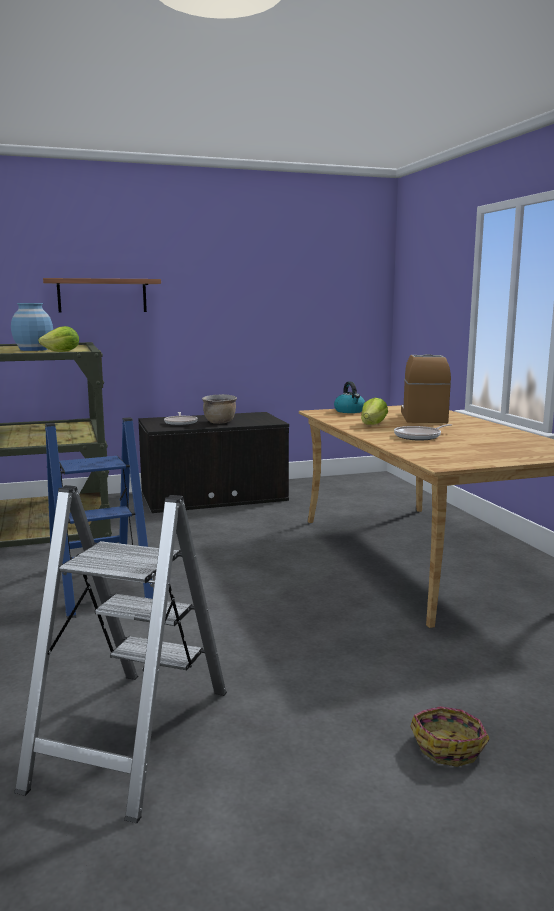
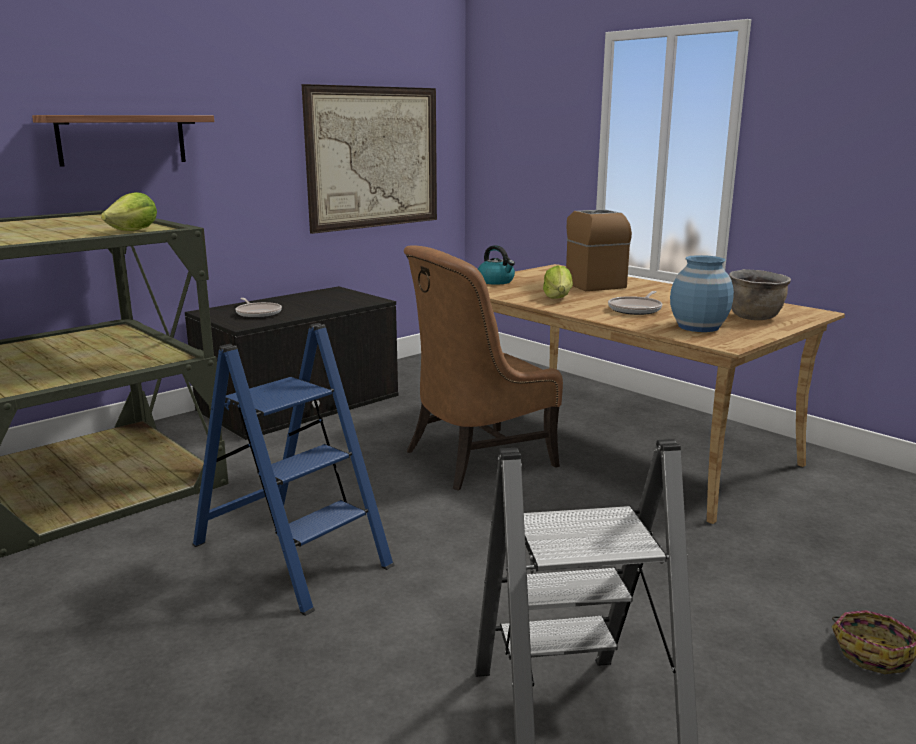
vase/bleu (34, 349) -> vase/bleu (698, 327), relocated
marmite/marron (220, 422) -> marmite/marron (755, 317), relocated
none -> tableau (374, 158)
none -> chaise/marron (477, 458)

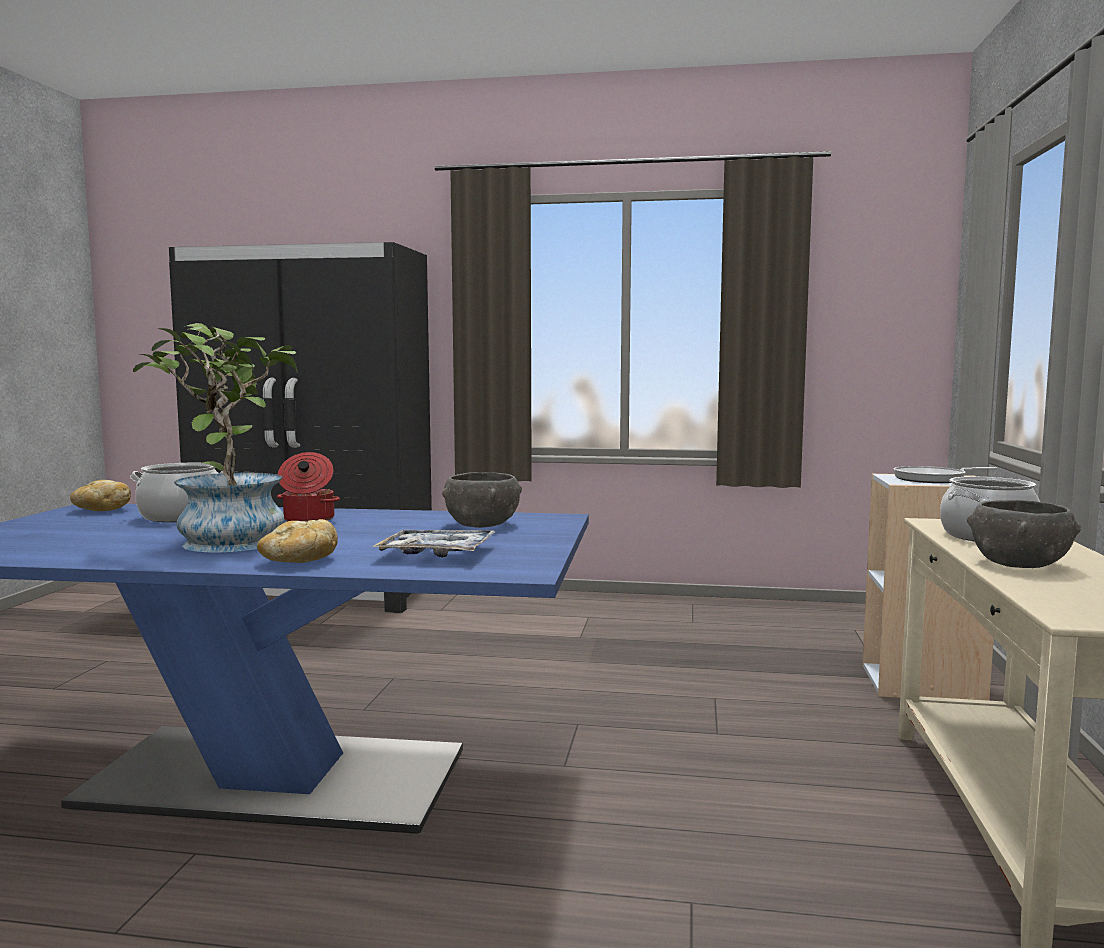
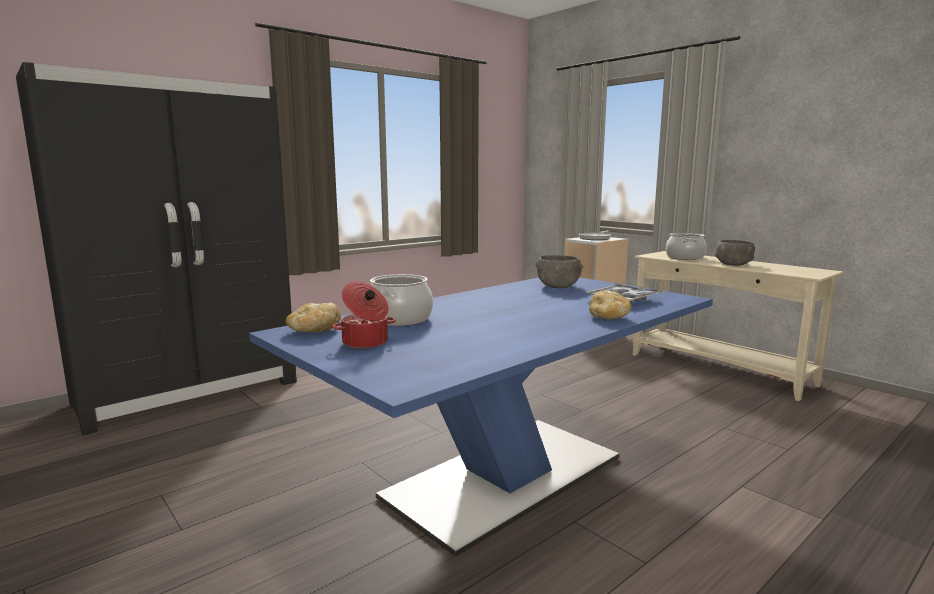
plante en pot (229, 539) -> none
marmite (308, 520) -> marmite (365, 343), relocated

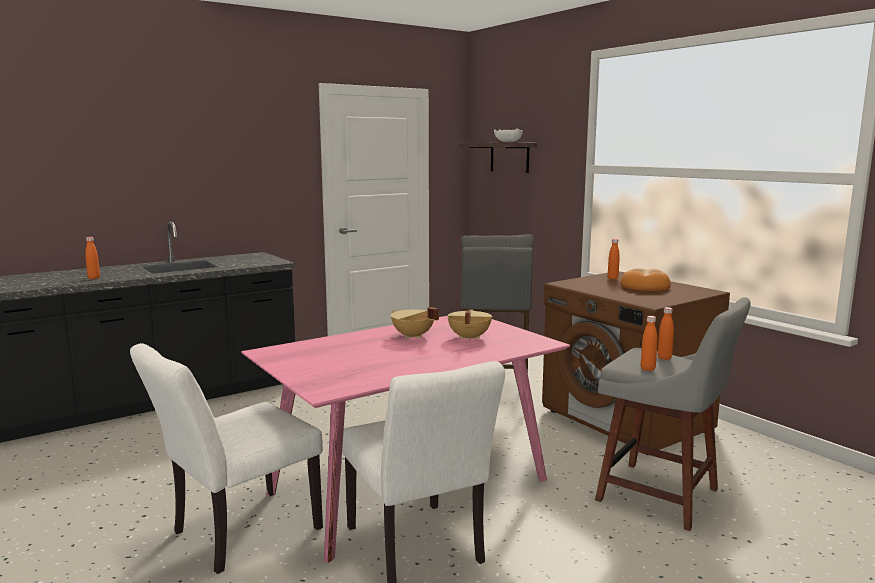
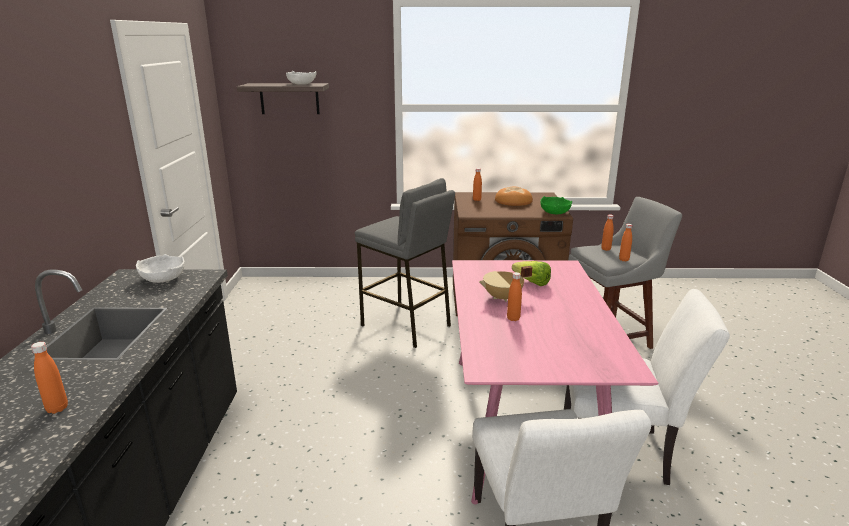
marmite/beige (468, 338) -> laitue (529, 281)
none -> bol/vert (555, 212)
none -> bol/blanc (163, 279)
none -> bouteille/orange (513, 318)

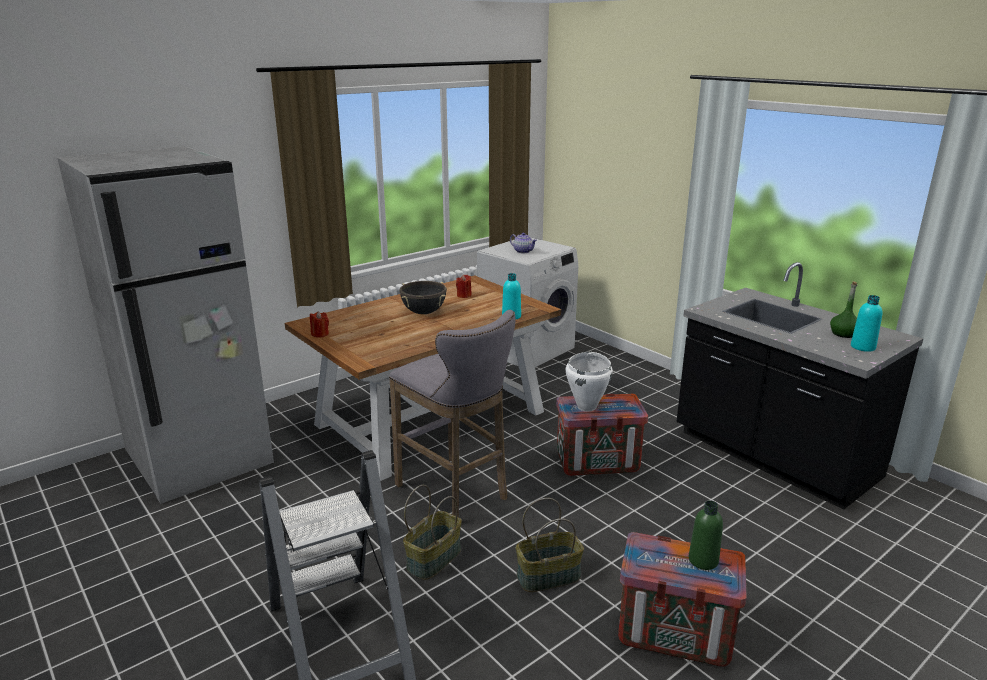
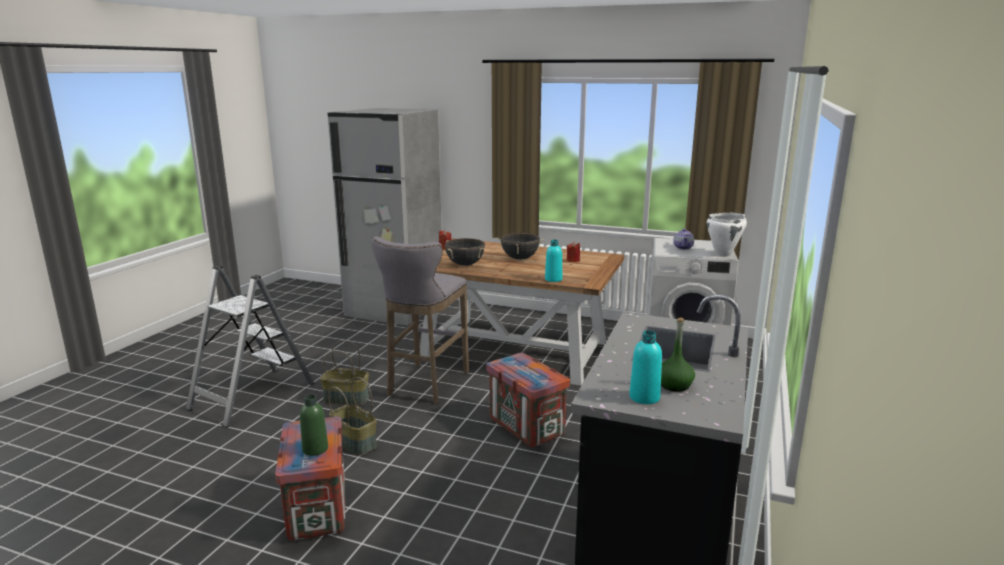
marmite/blanc (587, 407) -> marmite/blanc (723, 254), relocated
none -> marmite/noir (465, 264)

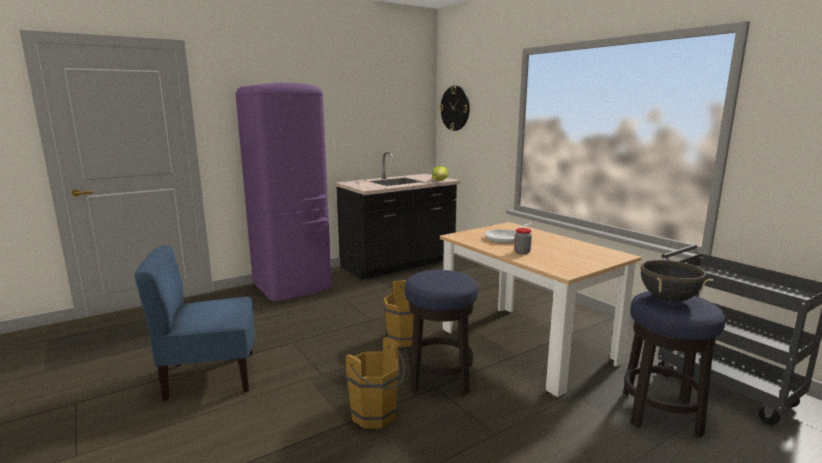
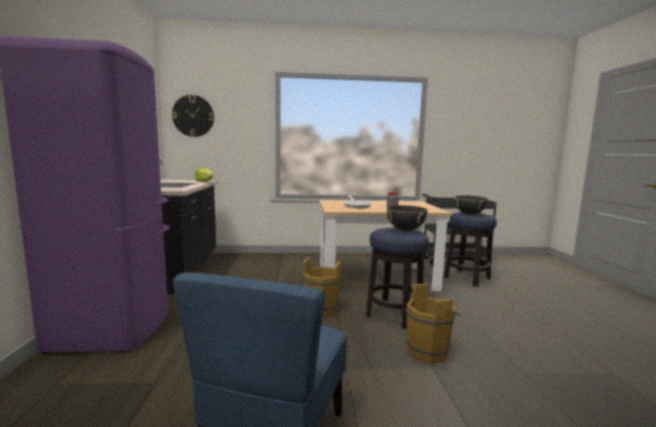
none -> marmite/noir (405, 230)

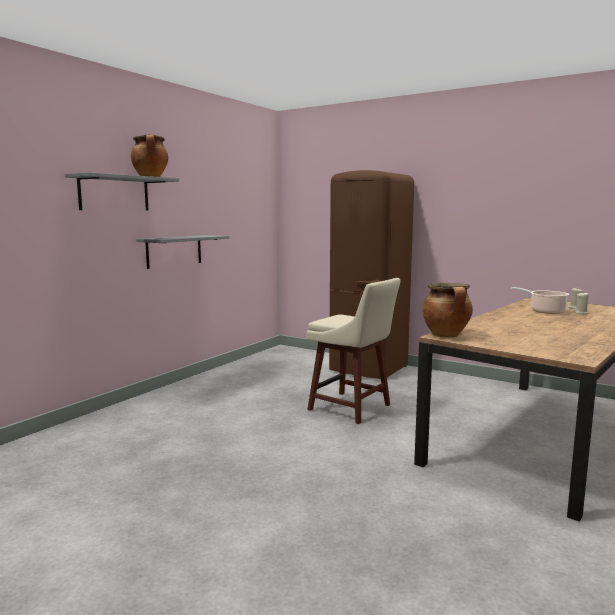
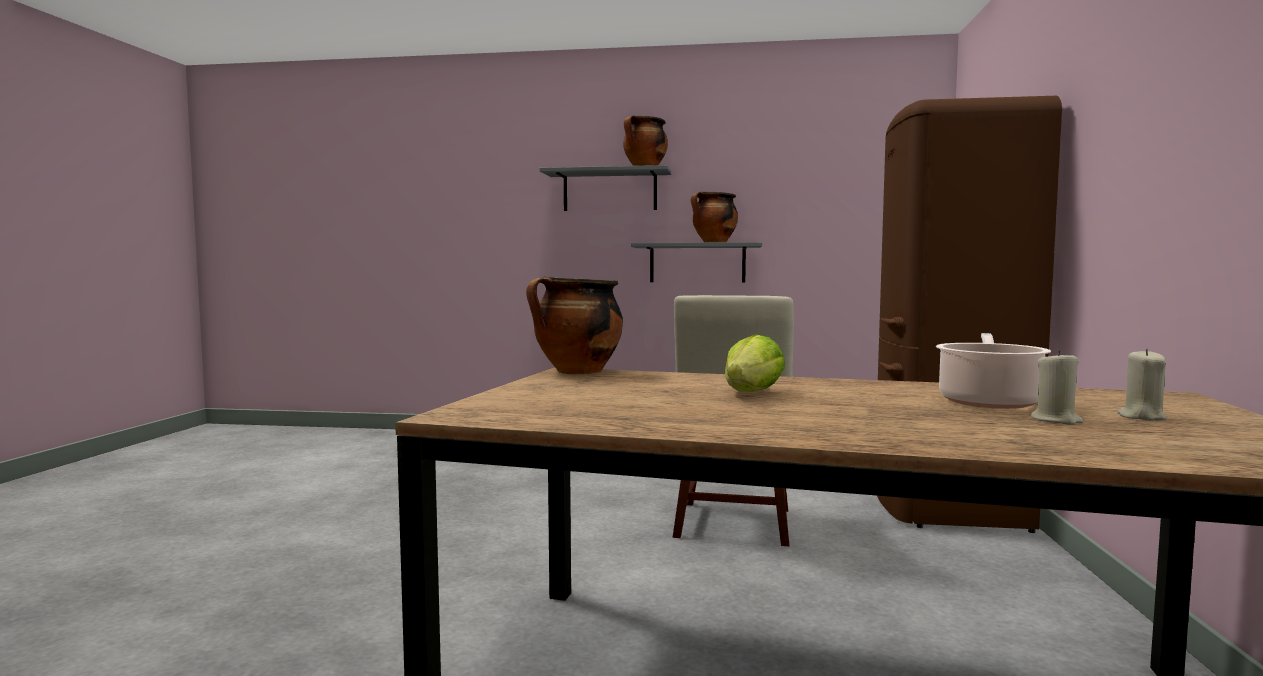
none -> marmite (714, 242)
none -> laitue (752, 393)

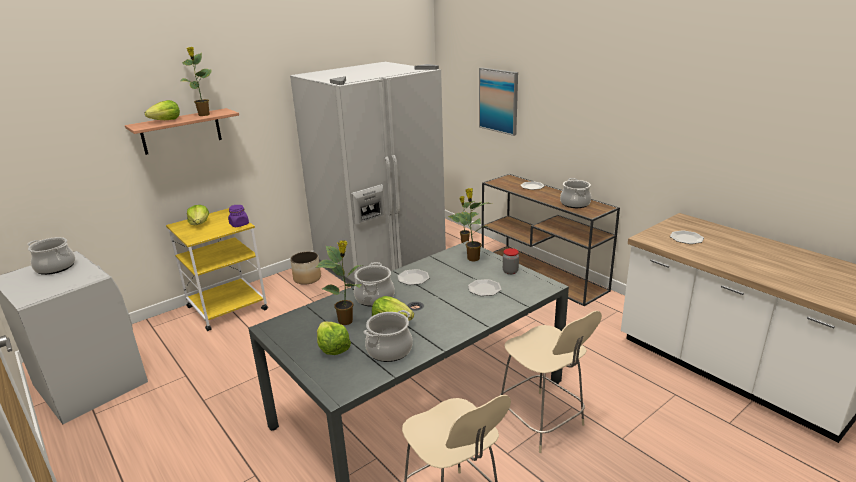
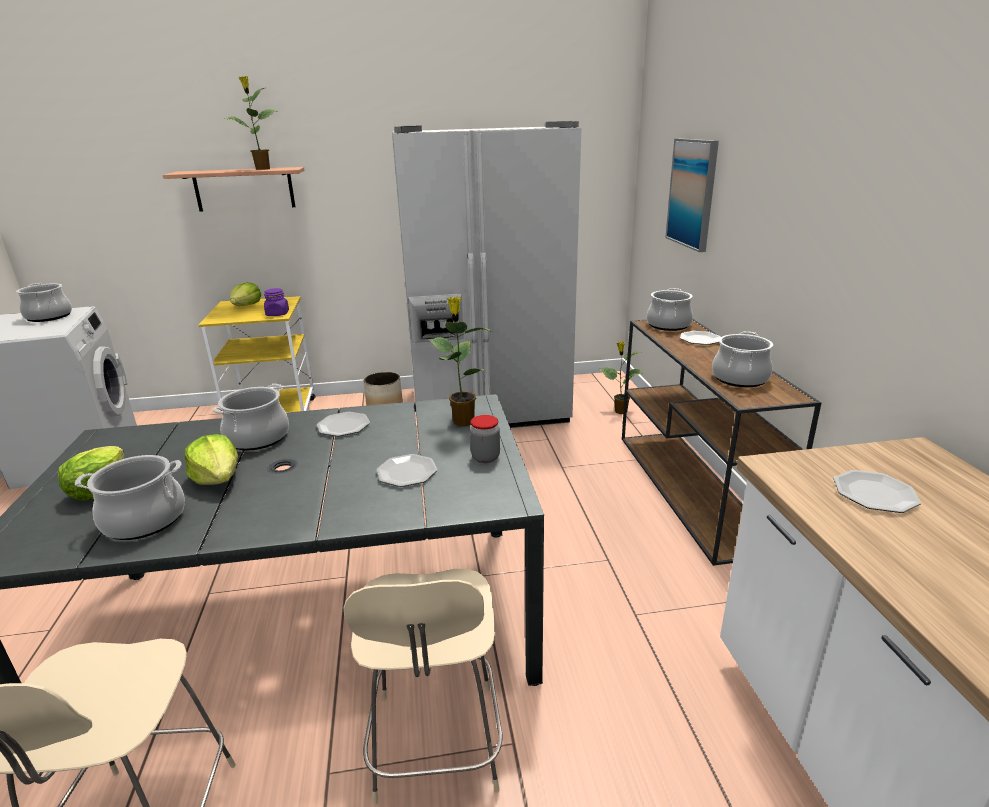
laitue (166, 121) -> none
plante en pot (346, 321) -> none
none -> marmite (668, 325)

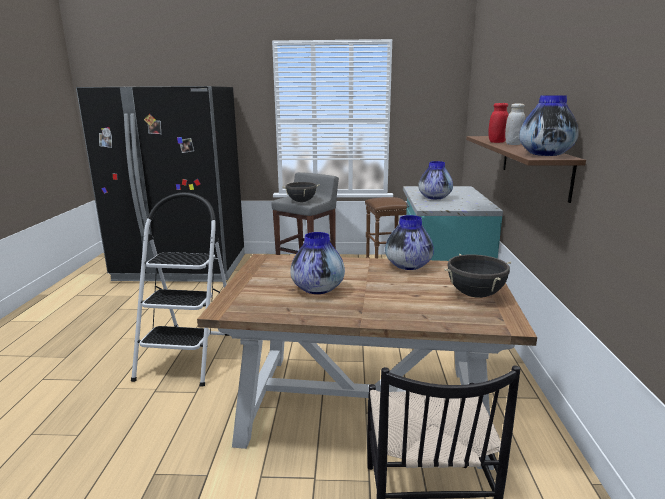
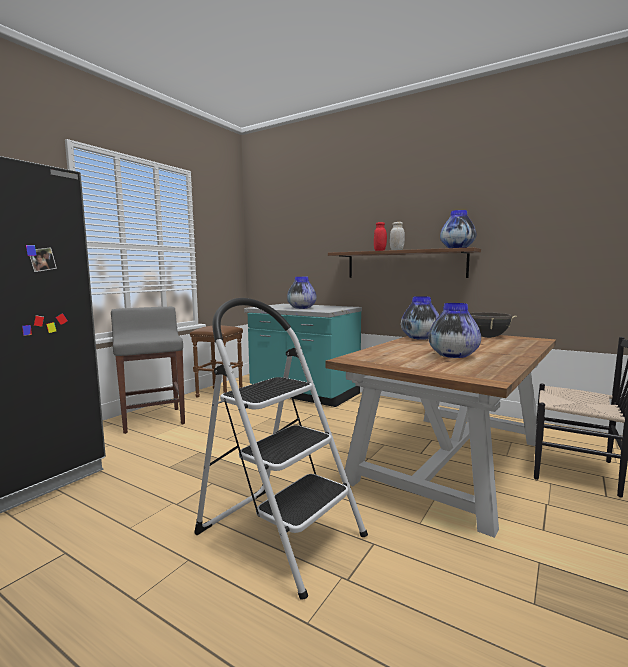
marmite/noir (301, 201) -> none

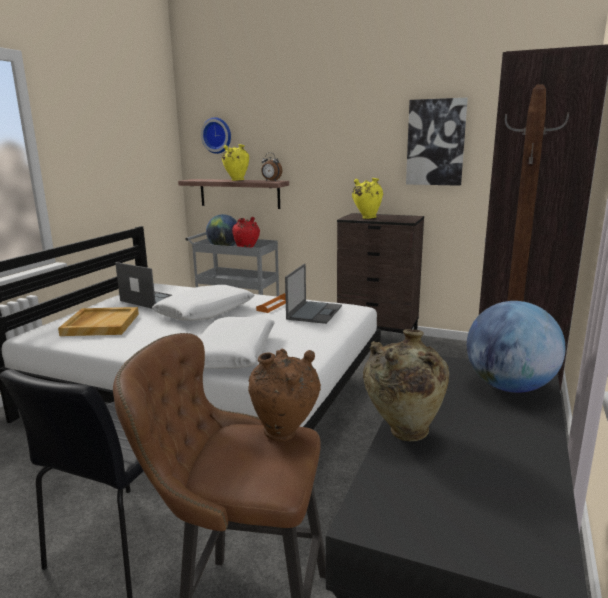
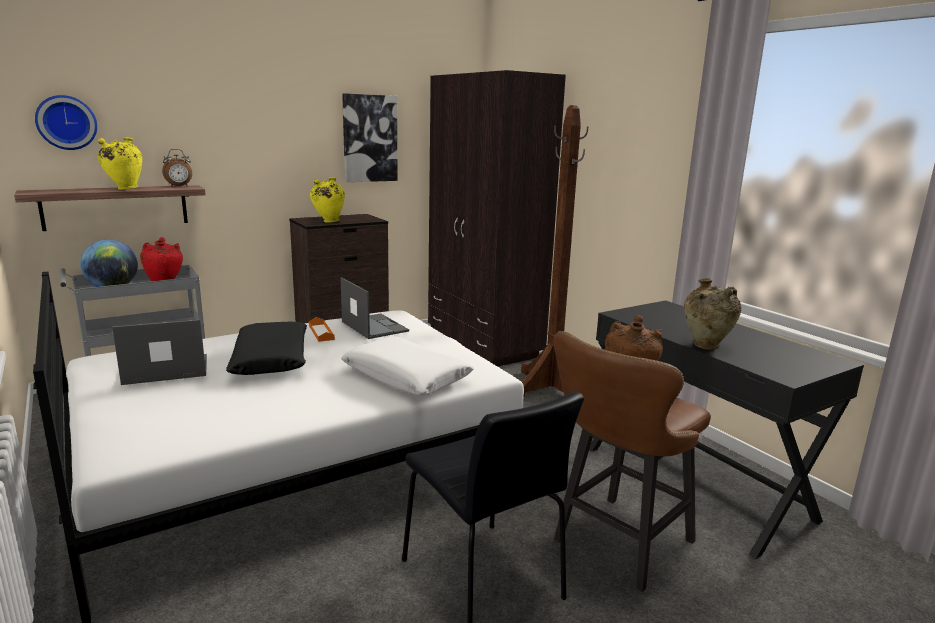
coussin/blanc (205, 312) -> coussin/noir (271, 359)
globe (509, 387) -> none
plateau/beige (100, 324) -> none

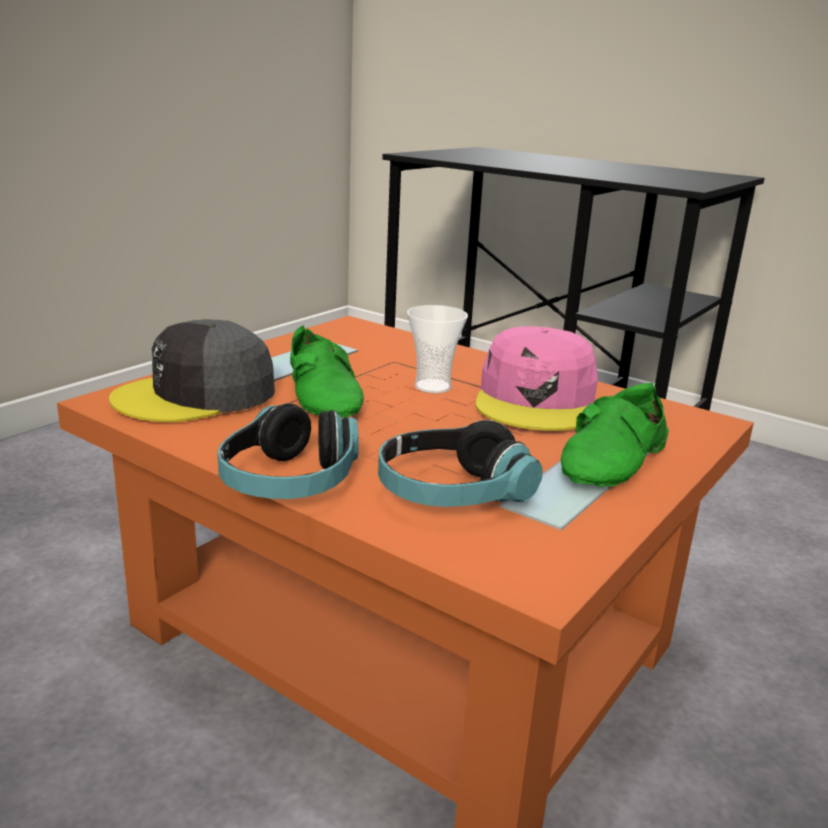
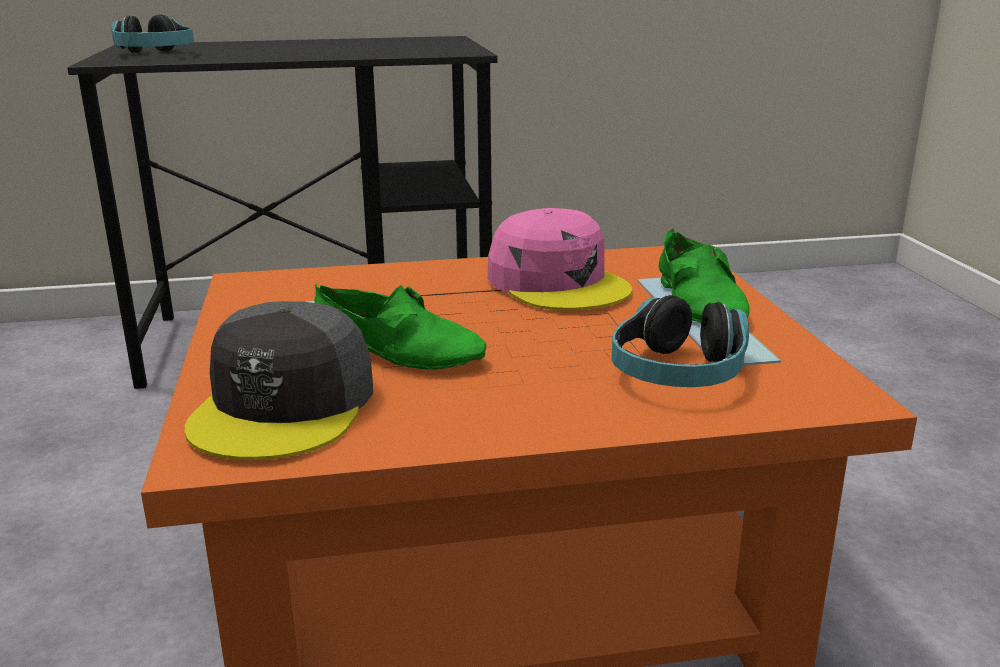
tasse (432, 386) -> none
casque audio (290, 480) -> casque audio (155, 54), relocated

